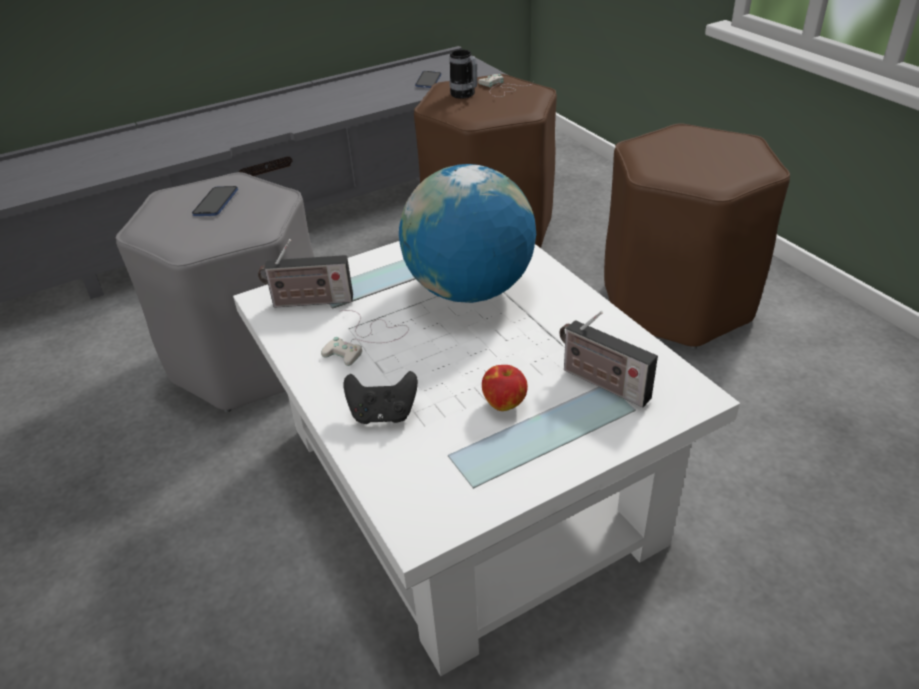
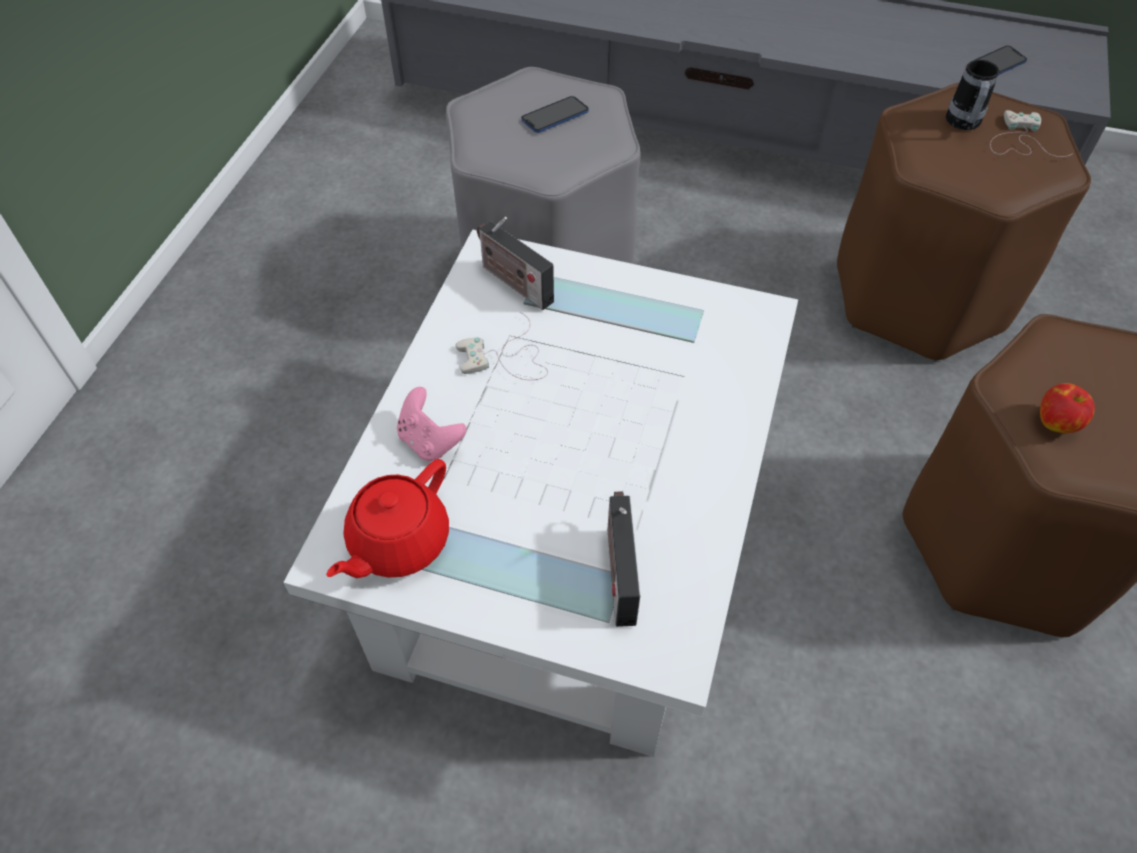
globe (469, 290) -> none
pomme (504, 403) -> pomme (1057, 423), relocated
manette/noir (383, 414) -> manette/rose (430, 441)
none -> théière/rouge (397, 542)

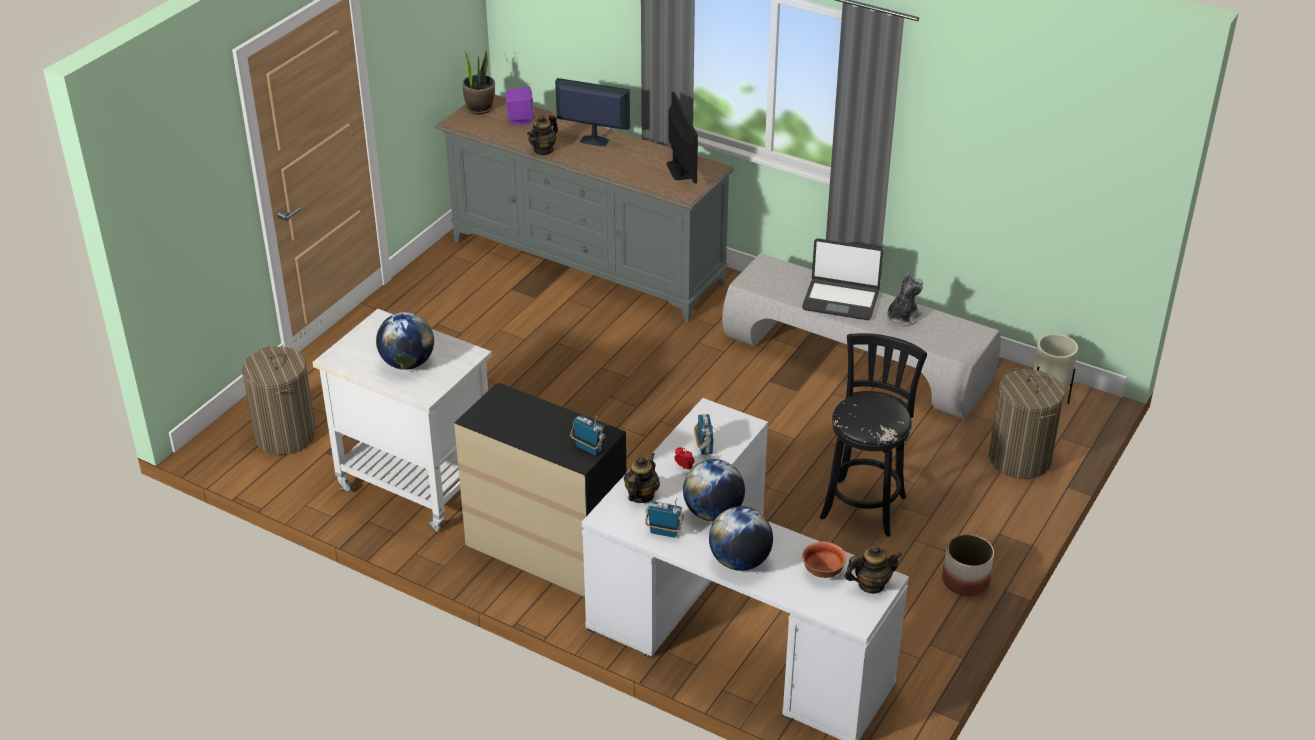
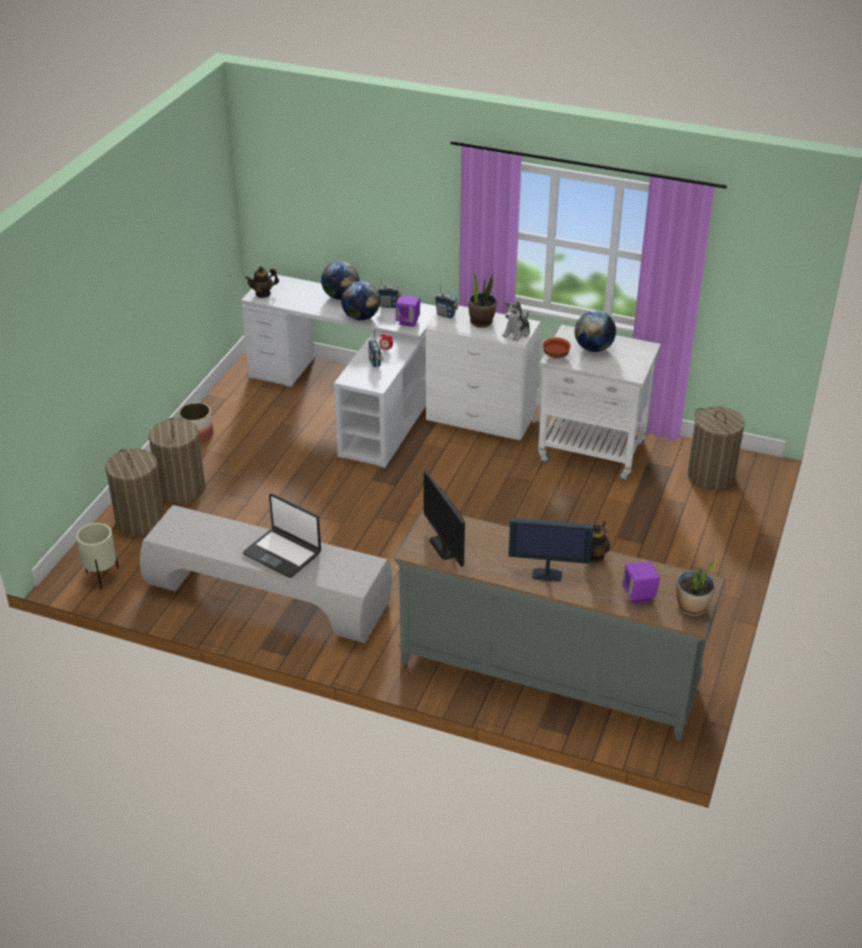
ordinateur portable (841, 300) -> ordinateur portable (282, 553), 150 degrees counterclockwise
peluche (902, 317) -> peluche (517, 333), relocated
tabouret/noir (864, 504) -> none
commode/noir (546, 555) -> commode/blanc (481, 421)
théière (641, 495) -> enceinte/violet (408, 321)
bol (822, 571) -> bol (556, 356), relocated
none -> plante en pot (481, 322)
none -> panier à linge (181, 488)

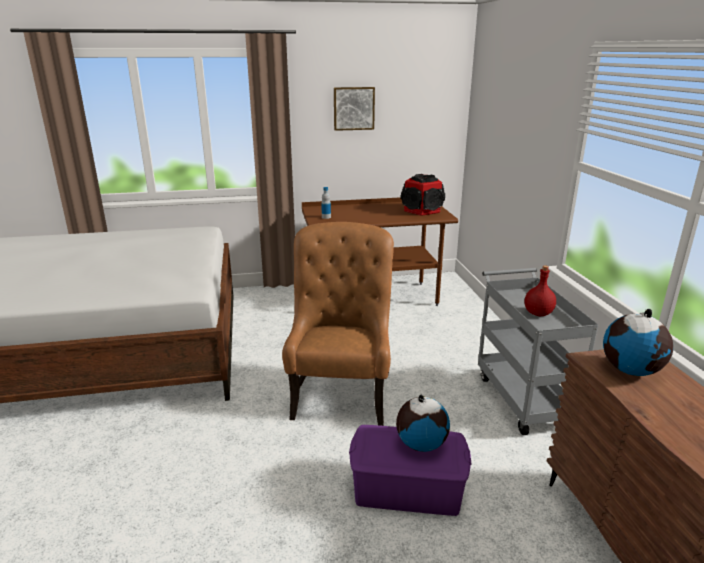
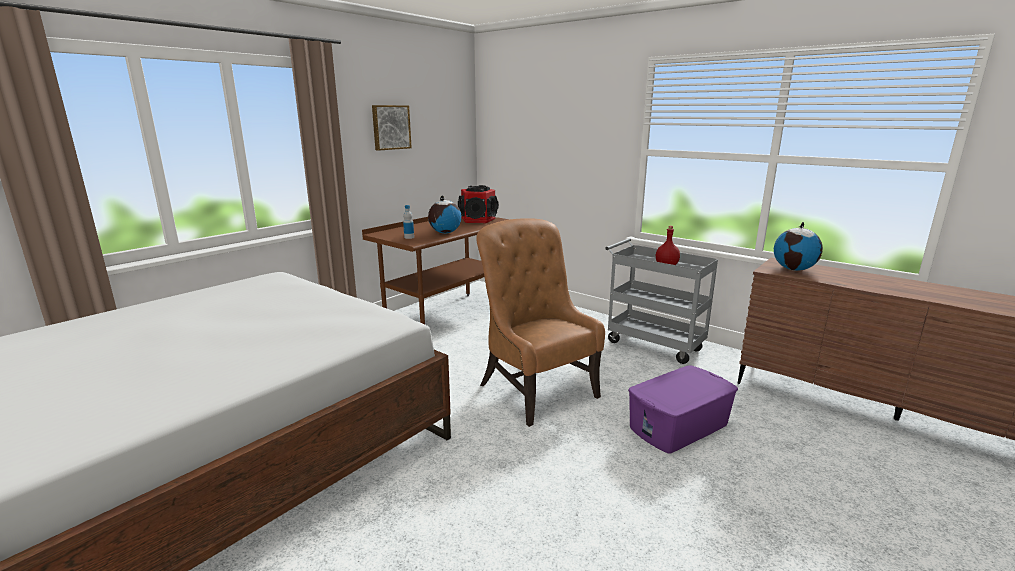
globe (421, 444) -> globe (445, 232), relocated

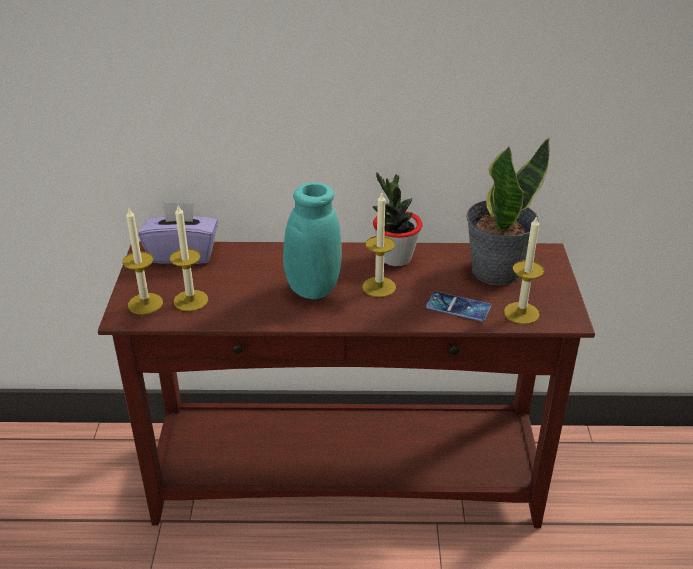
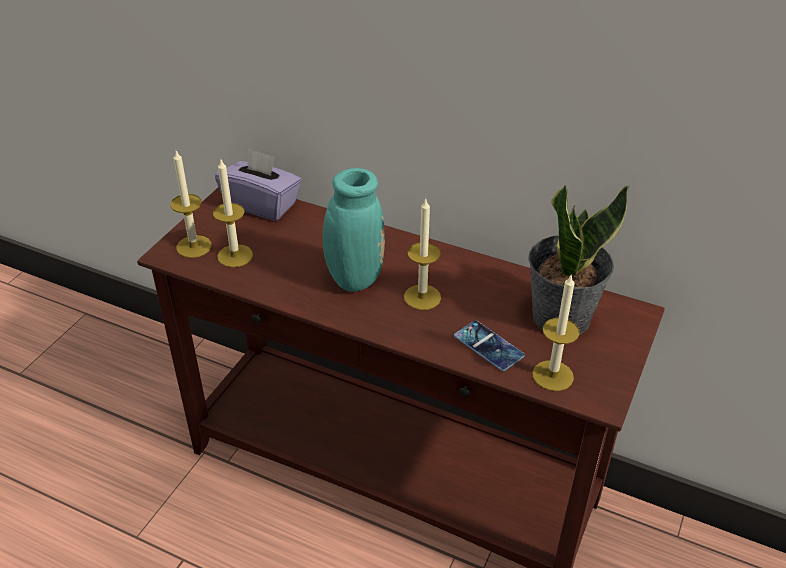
plante en pot (395, 258) -> none

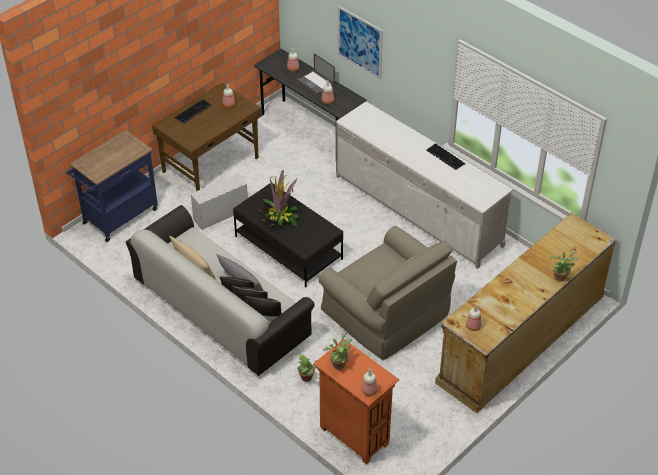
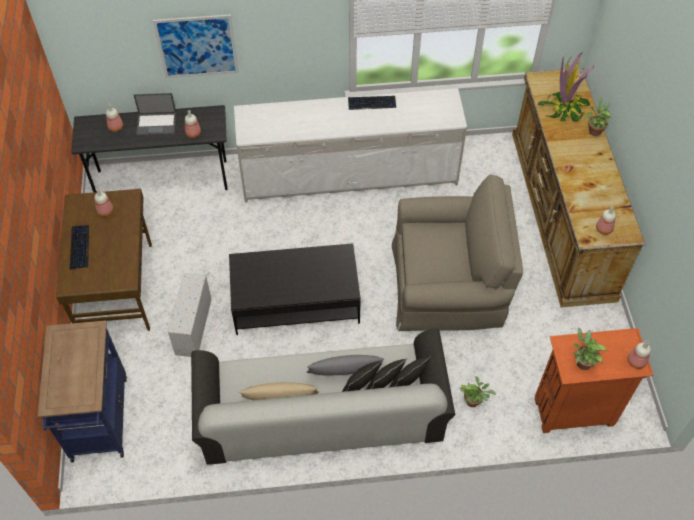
plante en pot (280, 217) -> plante en pot (564, 109), relocated

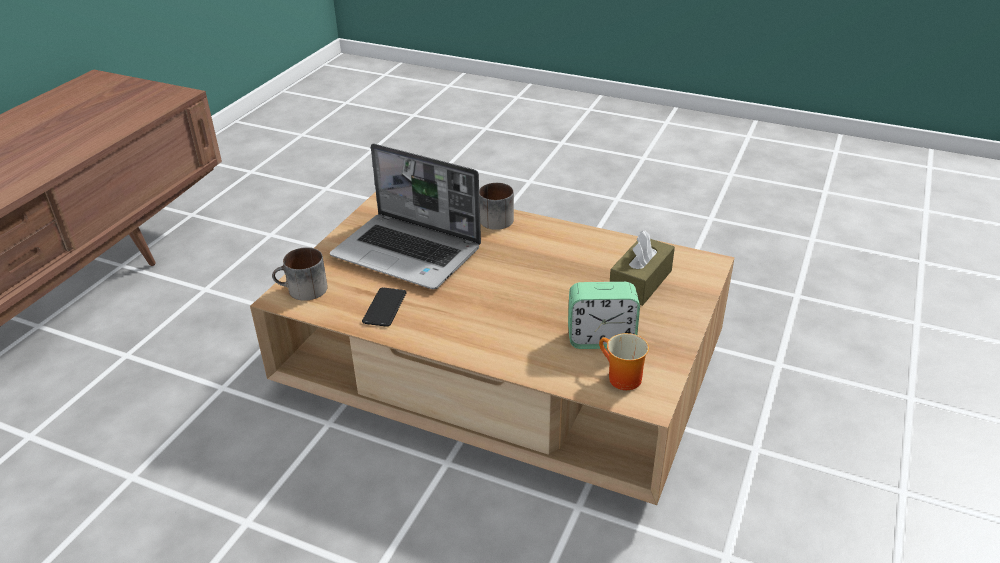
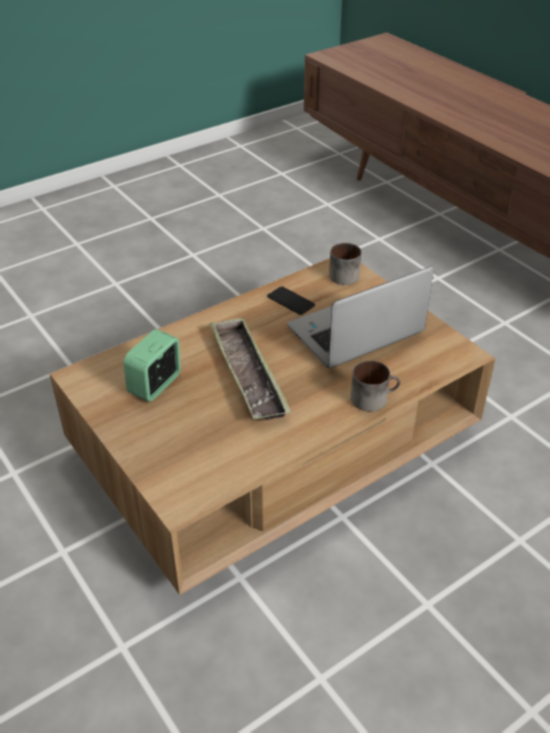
boîte à mouchoirs/marron (640, 282) -> none
mug (620, 378) -> none
none -> plateau (248, 374)

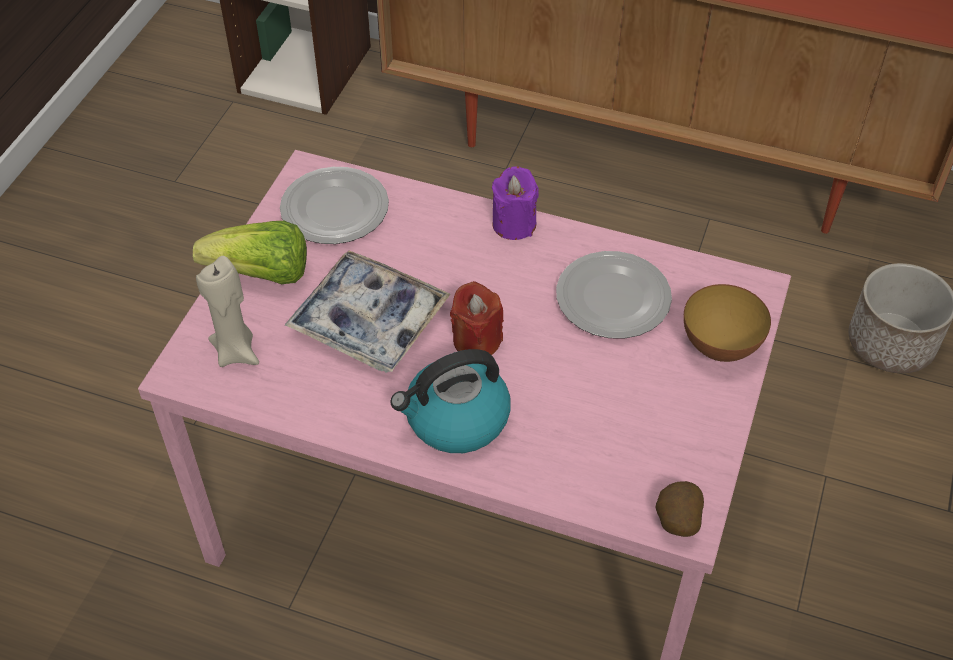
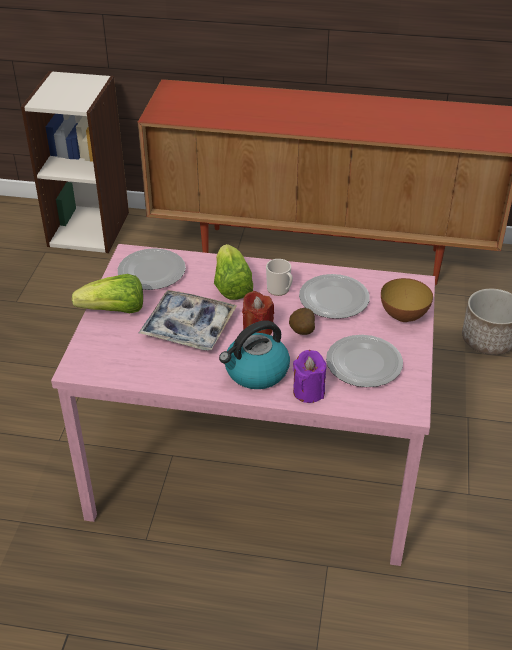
bougie/violet (514, 224) -> bougie/violet (308, 391), relocated
bougie/beige (236, 351) -> none
pomme de terre (676, 522) -> pomme de terre (301, 332), relocated
none -> laitue (231, 286)
none -> mug (280, 290)
none -> assiette (363, 364)

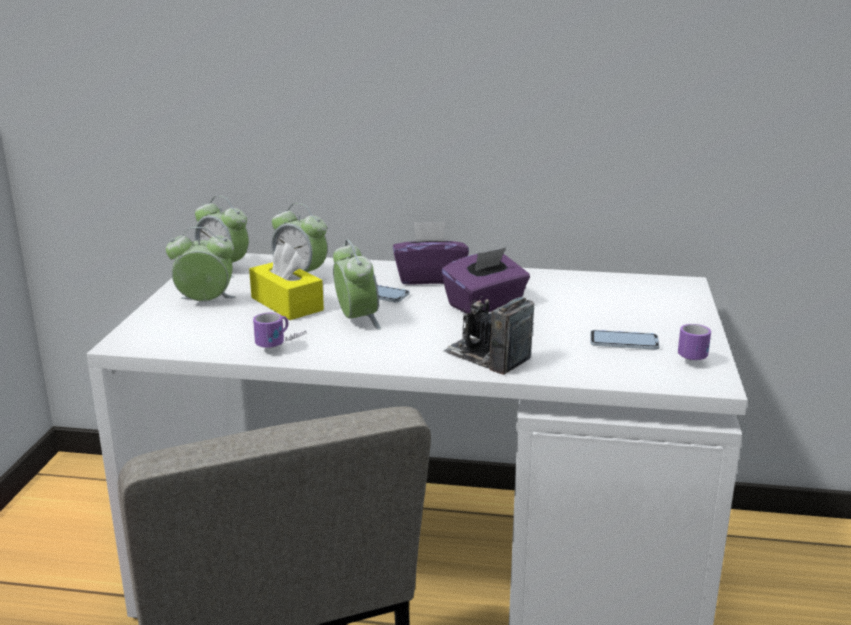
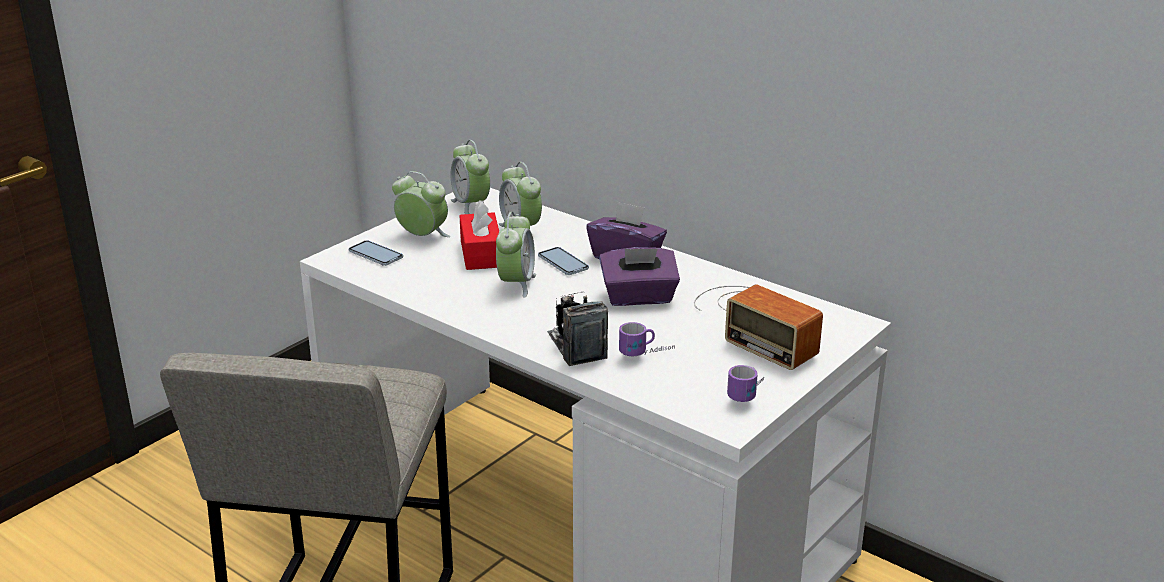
boîte à mouchoirs/jaune (287, 304) -> boîte à mouchoirs/rouge (481, 254)
mug (283, 345) -> mug (647, 354), relocated
téléphone (624, 342) -> téléphone (375, 254), relocated
none -> radio (754, 323)

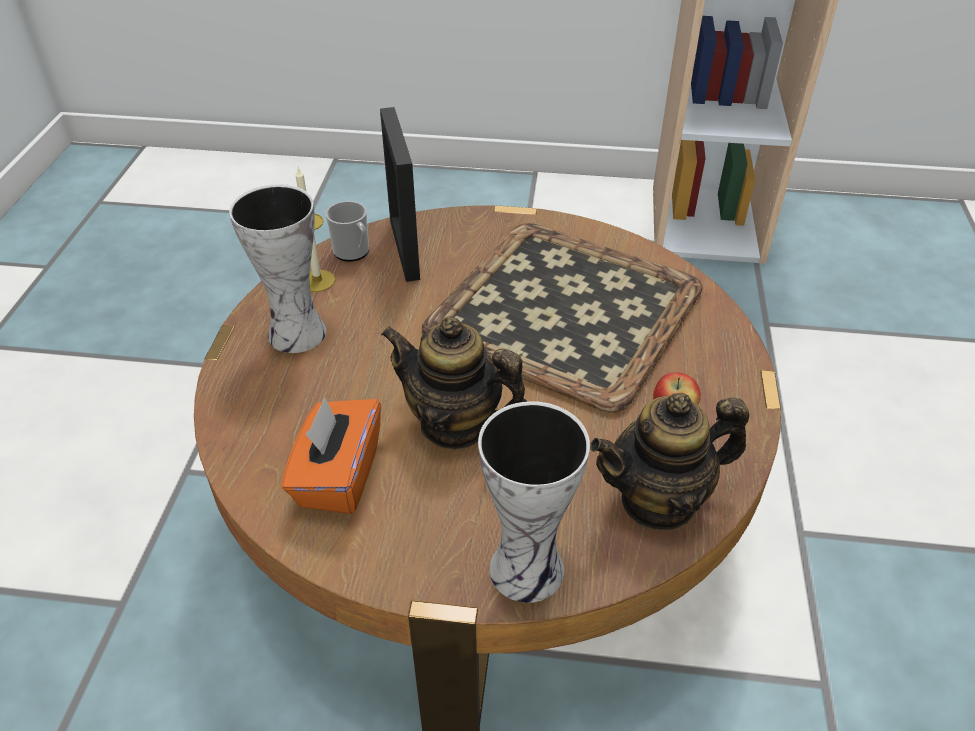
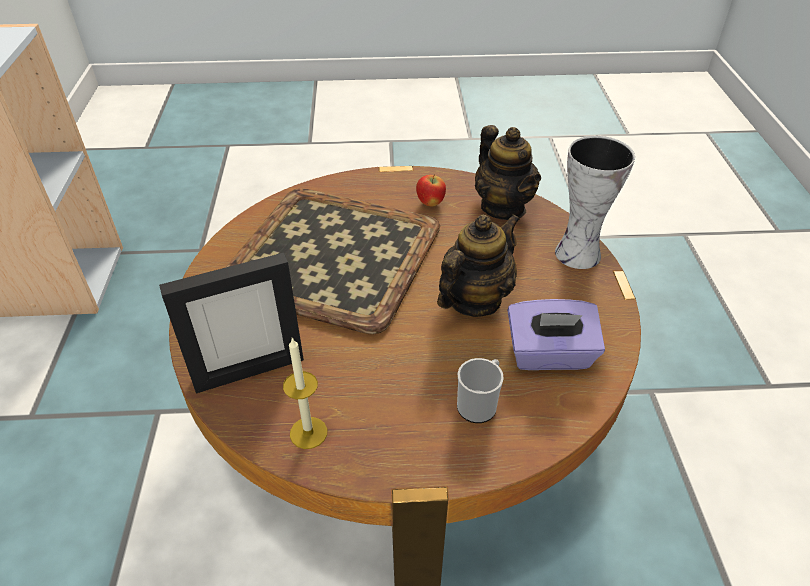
vase (294, 333) -> none
mug (354, 253) -> mug (479, 404), relocated
théière (455, 424) -> théière (474, 300), 150 degrees counterclockwise
boîte à mouchoirs/orange (338, 476) -> boîte à mouchoirs/violet (549, 355)

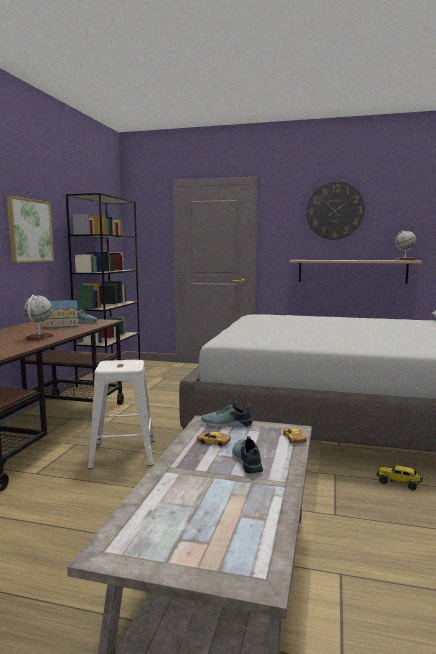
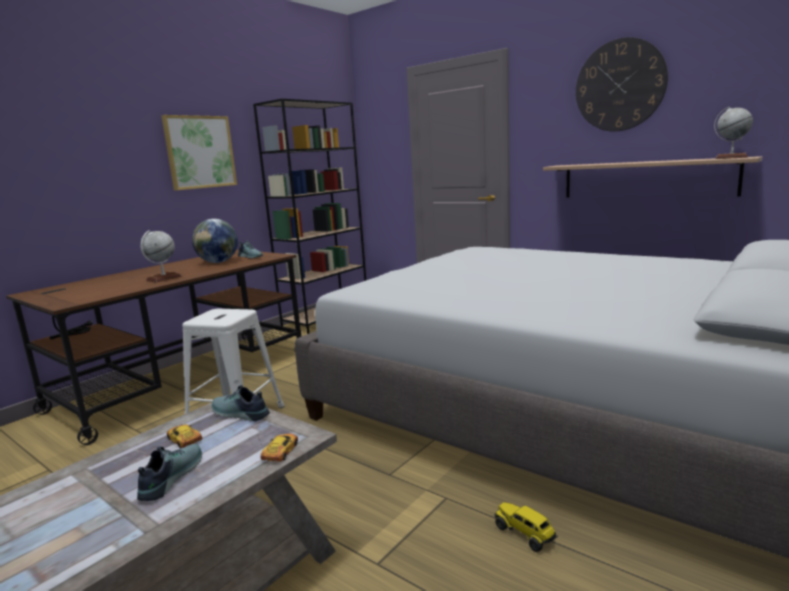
maison miniature (61, 326) -> globe (218, 262)

